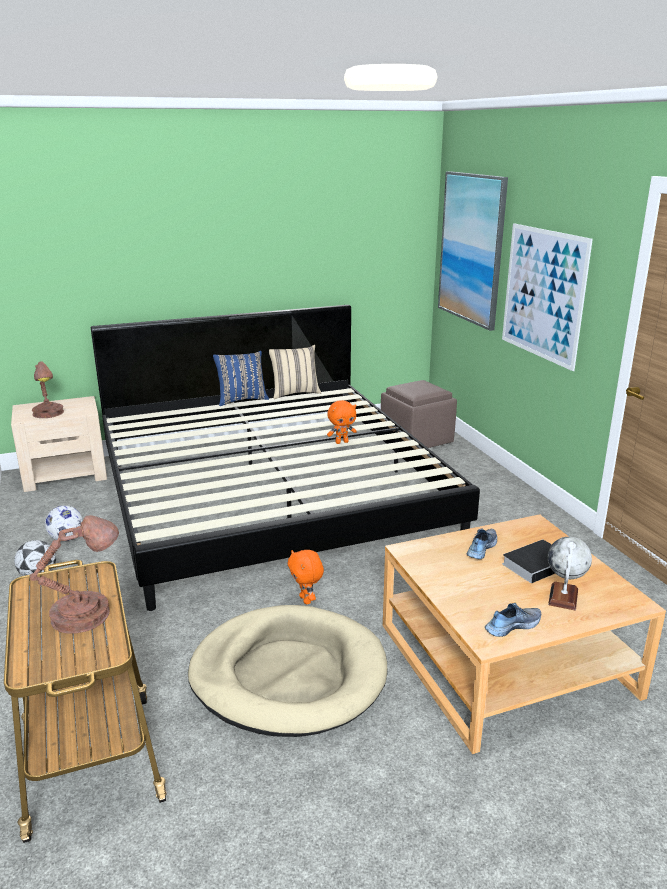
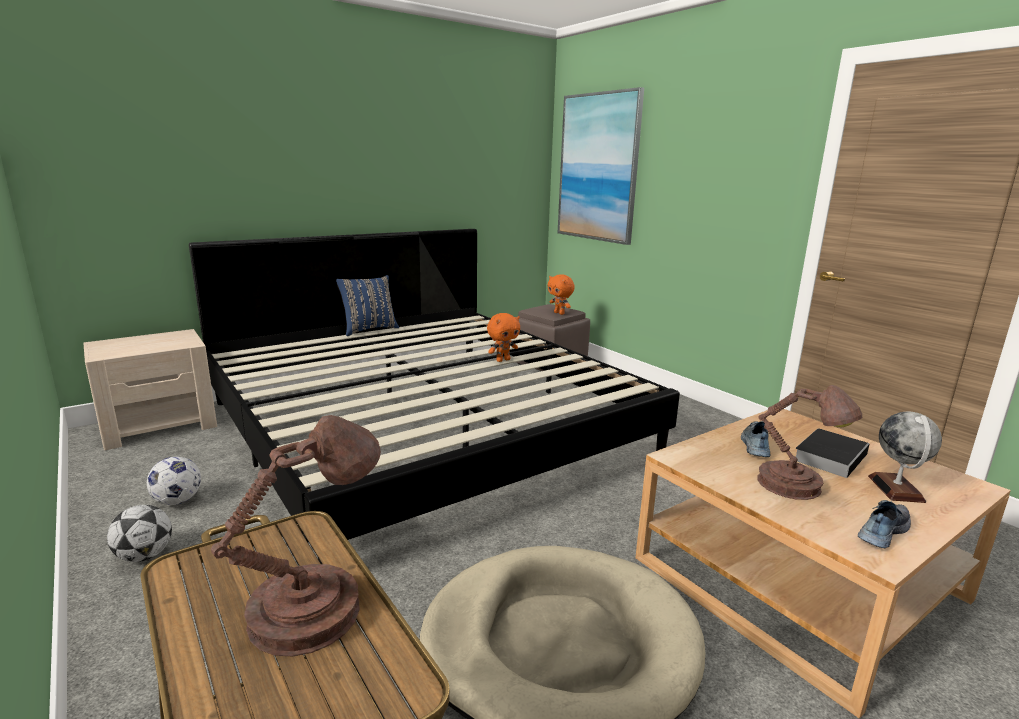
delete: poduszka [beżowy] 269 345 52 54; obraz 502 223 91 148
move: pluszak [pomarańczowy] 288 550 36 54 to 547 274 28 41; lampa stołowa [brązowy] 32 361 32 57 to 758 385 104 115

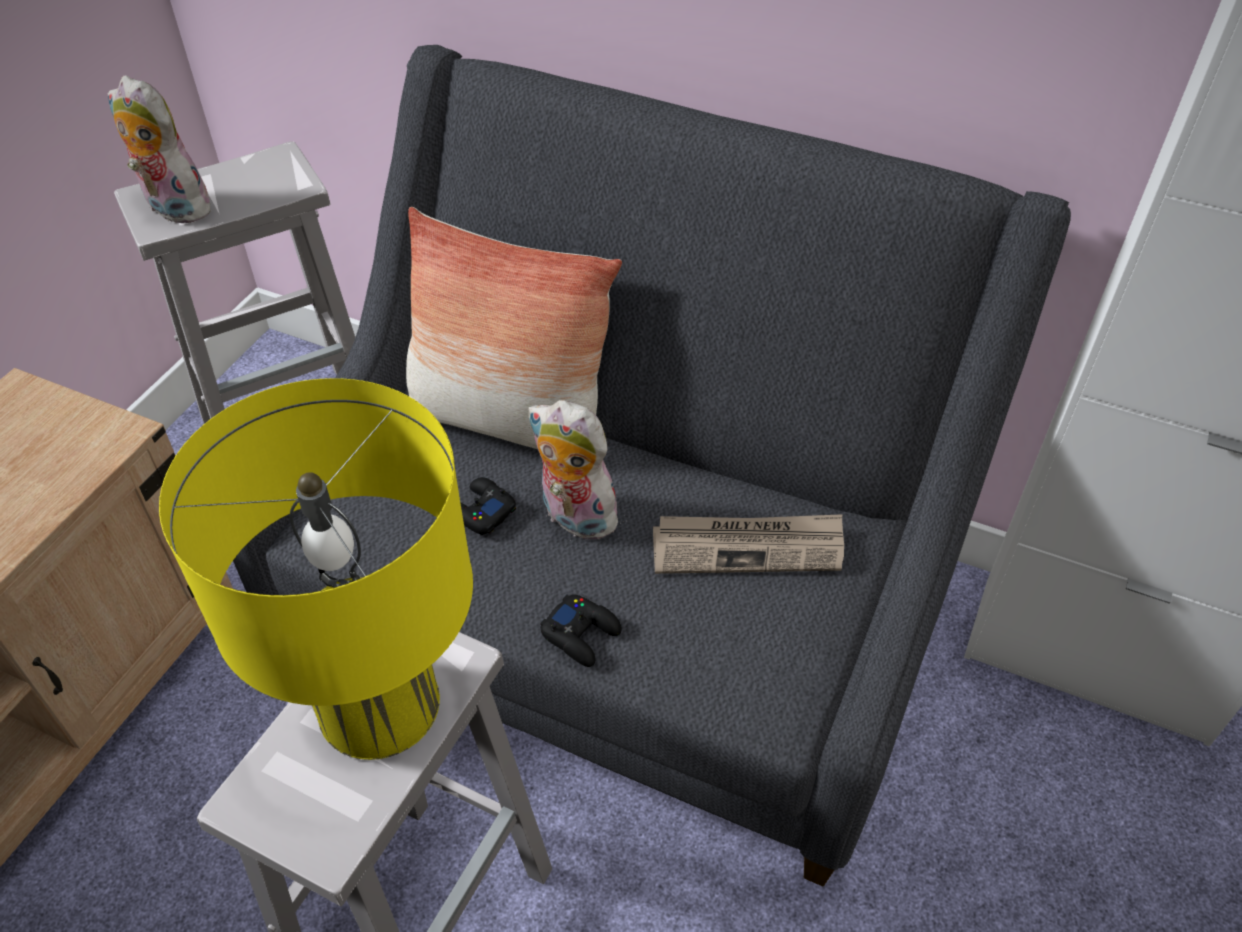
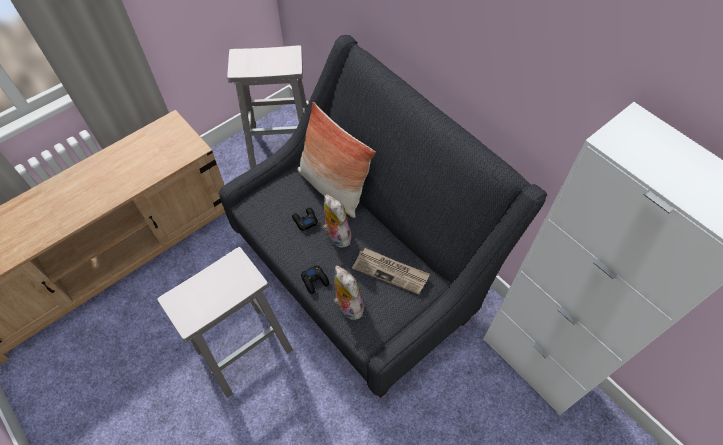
delete: lampa stołowa [żółty] 159 378 314 382
move: pluszak 108 76 104 147 to 334 266 30 54

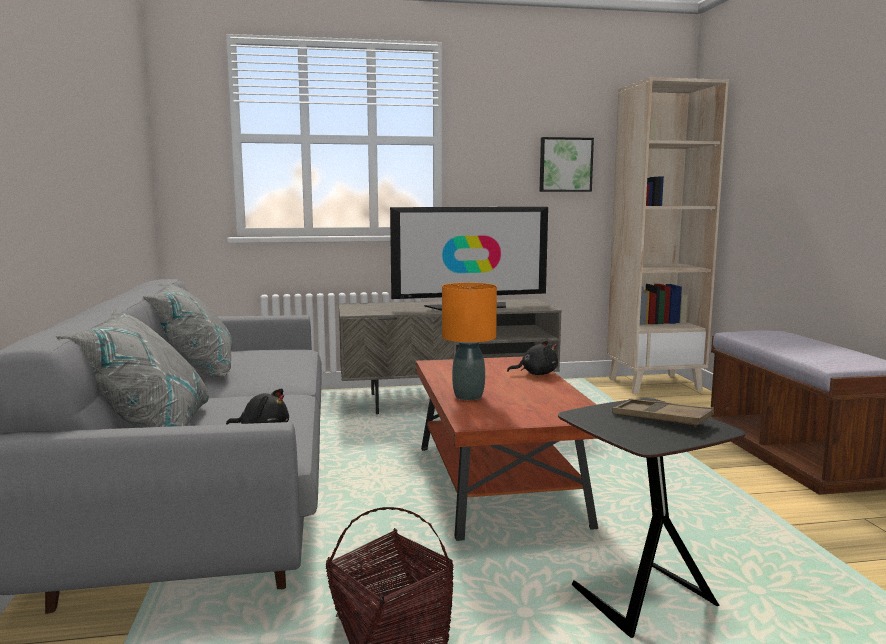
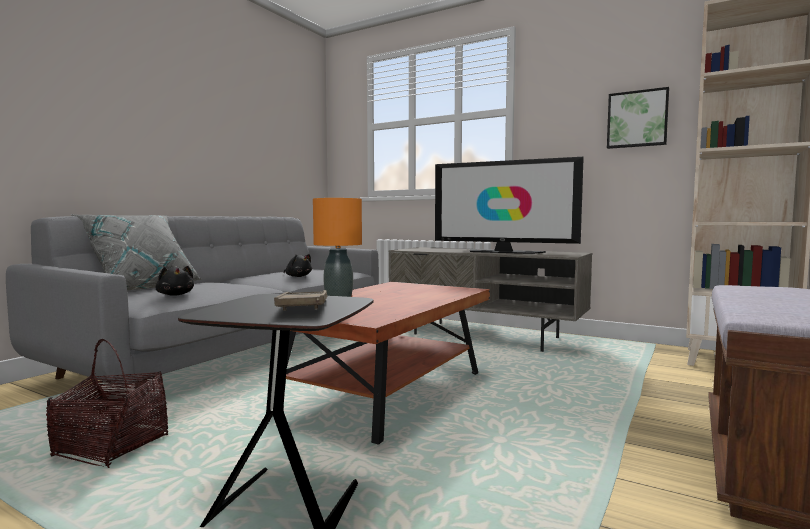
delete: poduszka [szary] 143 283 90 94
move: pluszak [czarny] 507 340 51 35 to 284 254 28 23

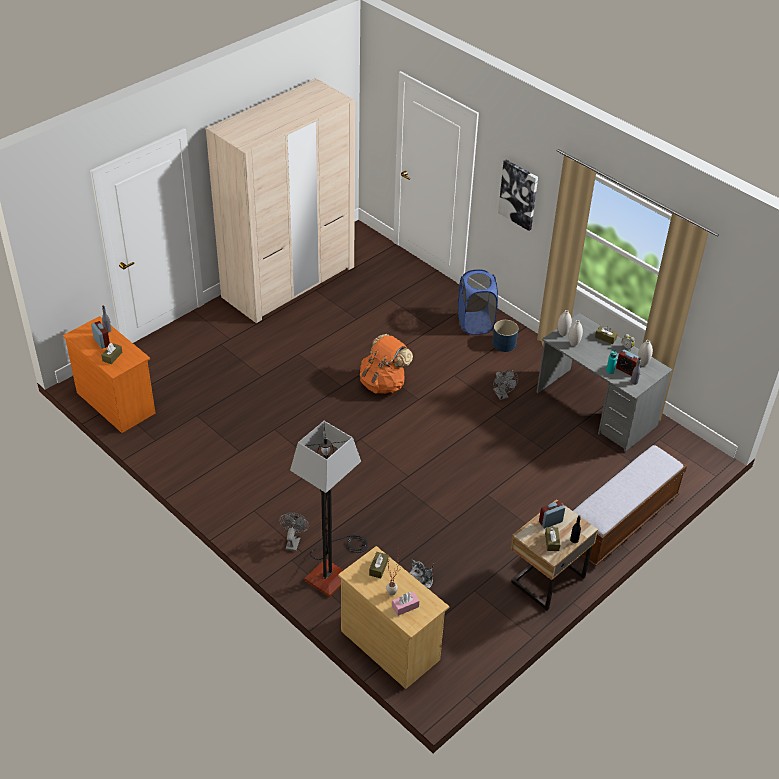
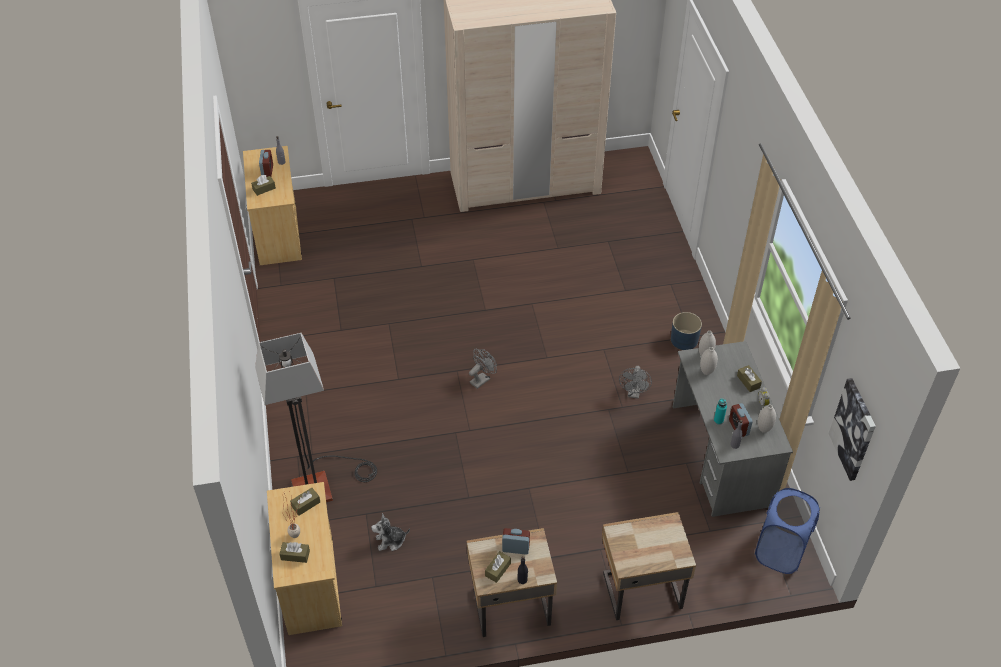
delete: plecak [pomarańczowy] 360 334 53 60
move: wentylator [szary] 279 513 31 39 to 469 349 28 40; kosz na pranie [niebieski] 458 269 40 66 to 755 488 65 86; obraz 498 160 40 71 to 828 378 48 103
replace: ławka 573 445 114 121 to szafka nocna [beżowy] 602 512 94 108
recolor: komoda [pomarańczowy] 63 316 92 117 to komoda [beżowy] 243 146 59 119; pudełko chusteczek [różowy] 392 592 27 24 to pudełko chusteczek [brązowy] 279 542 31 21

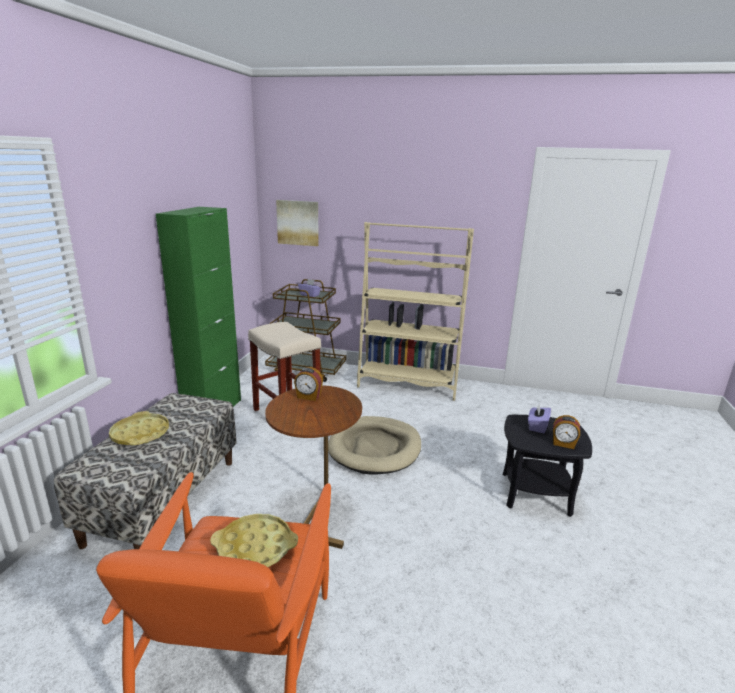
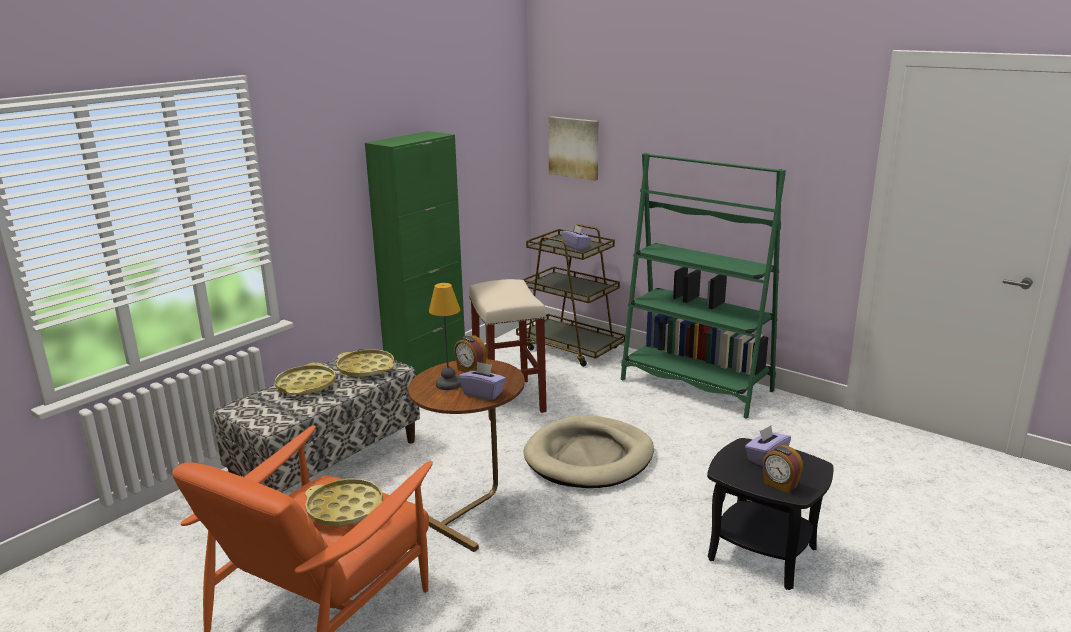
insert: taca [żółty] 336 349 58 29; lampa stołowa 429 283 32 107; pudełko chusteczek [fioletowy] 459 362 47 38
recolor: regał [beżowy] 357 222 117 179 to regał [zielony] 621 153 165 266

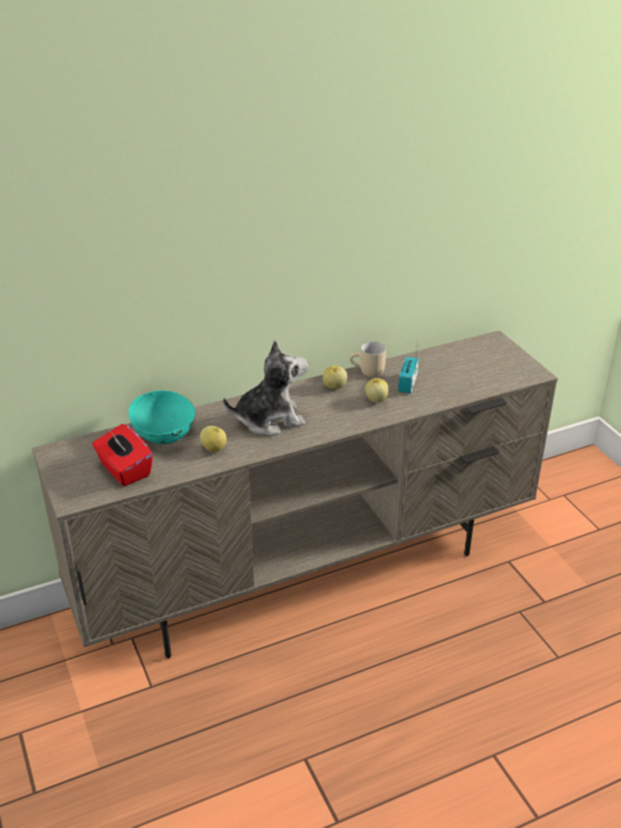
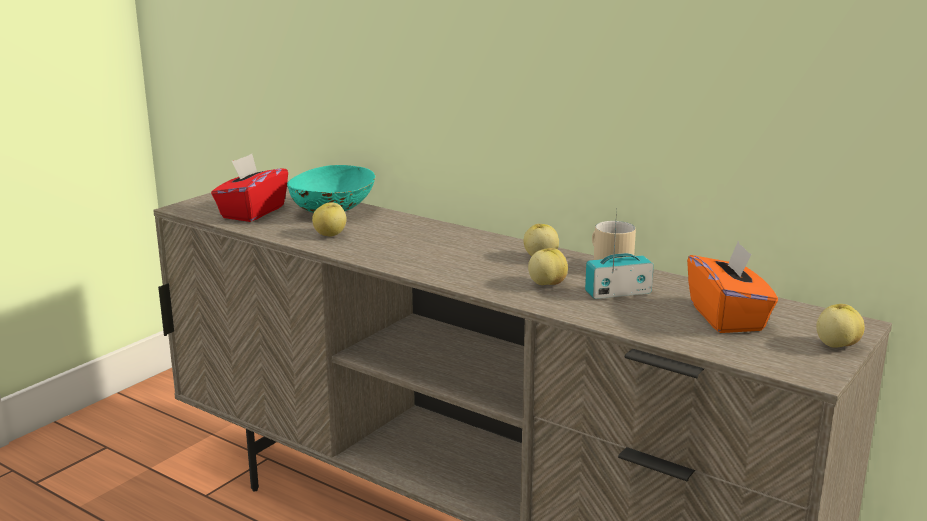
delete: pluszak 223 340 85 95
insert: pudełko chusteczek [pomarańczowy] 687 241 91 92; jabłko 816 304 49 44

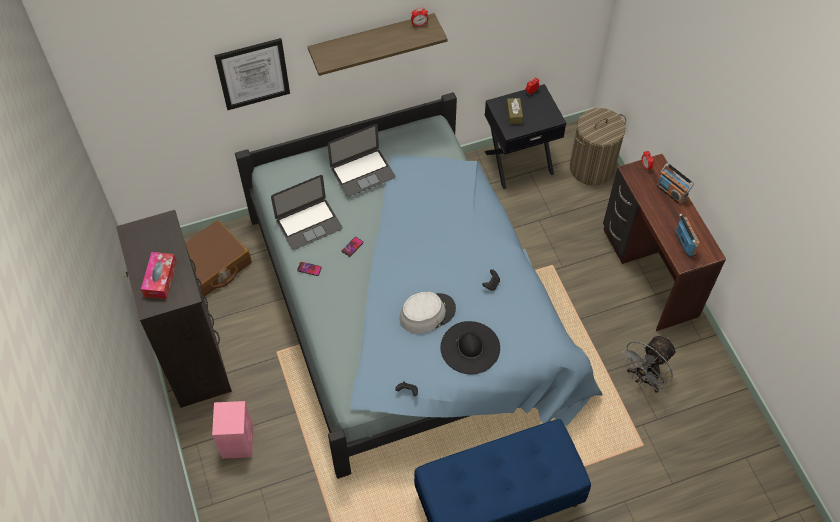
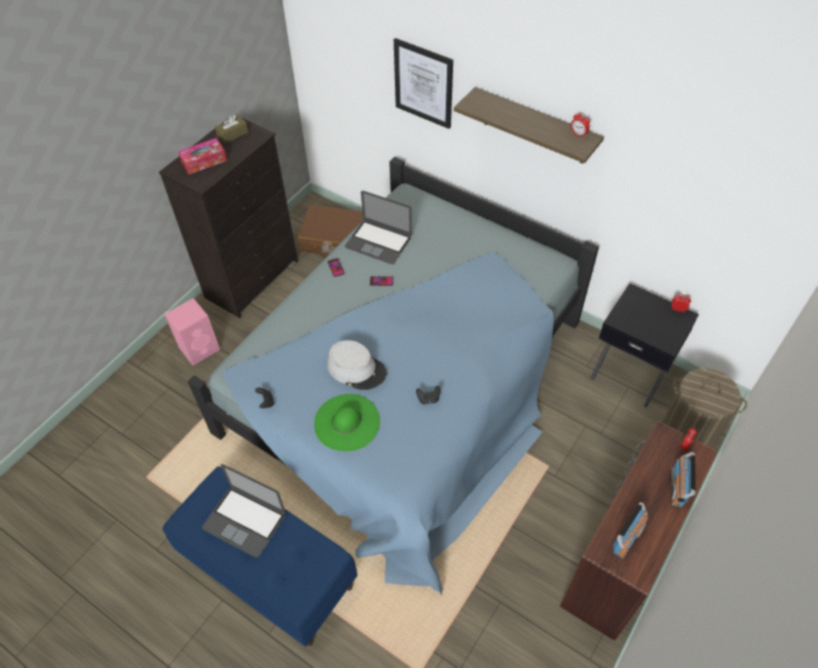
delete: wentylator [szary] 620 336 57 57
move: laptop 327 124 69 73 to 202 464 84 94; pudełko chusteczek [brązowy] 506 98 17 27 to 215 115 33 28
recolor: kapelusz [czarny] 440 321 60 54 to kapelusz [zielony] 314 394 66 57

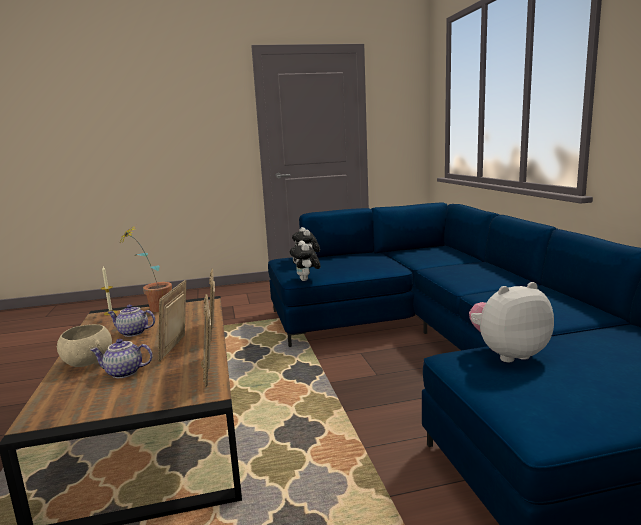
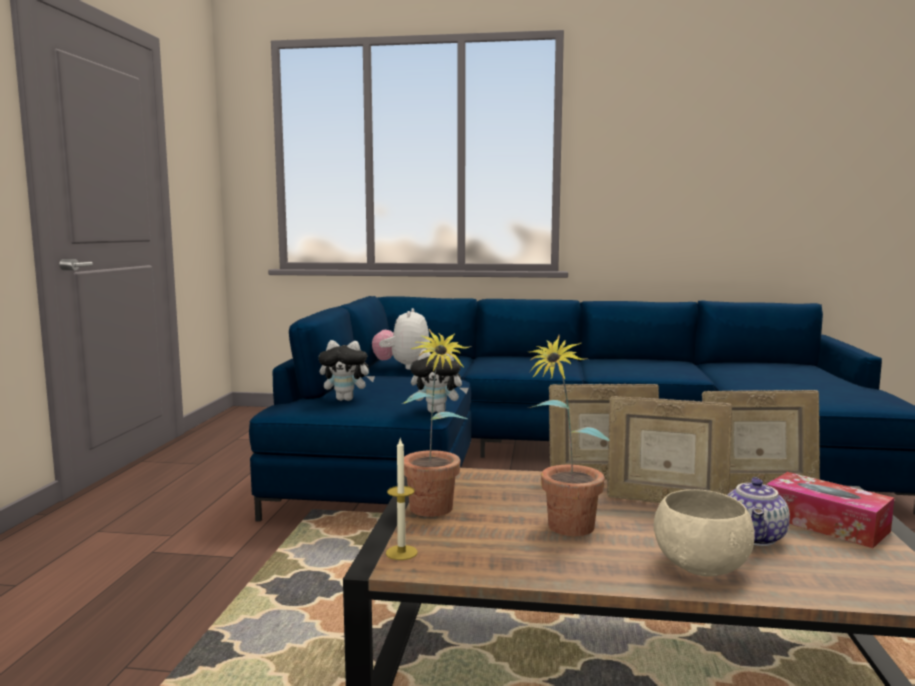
insert: pudełko chusteczek 766 472 128 76
move: pluszak 469 282 85 80 to 372 308 58 62
replace: imbryk 107 305 48 32 to roślina doniczkowa 527 335 83 201

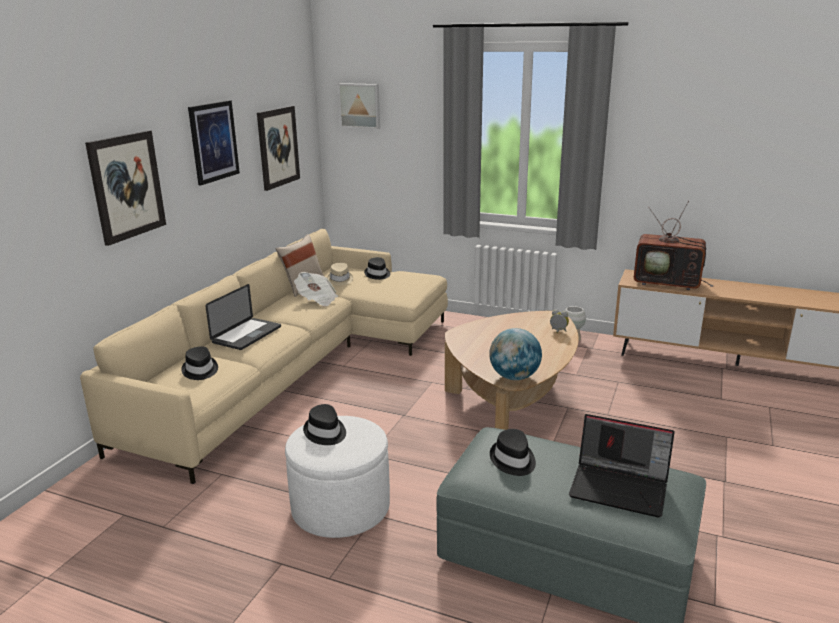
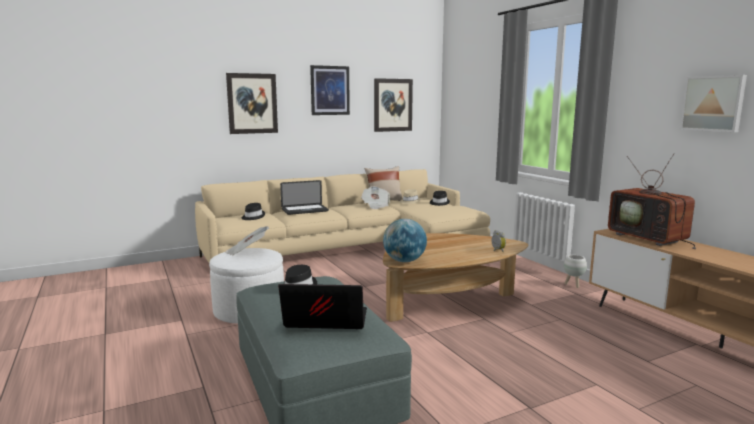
move: obraz 338 83 42 46 to 680 75 67 57
replace: kapelusz [czarny] 303 404 43 41 to gazeta 225 226 44 30
rotate: laptop 569 414 106 104 = 278 284 89 45 120 degrees clockwise

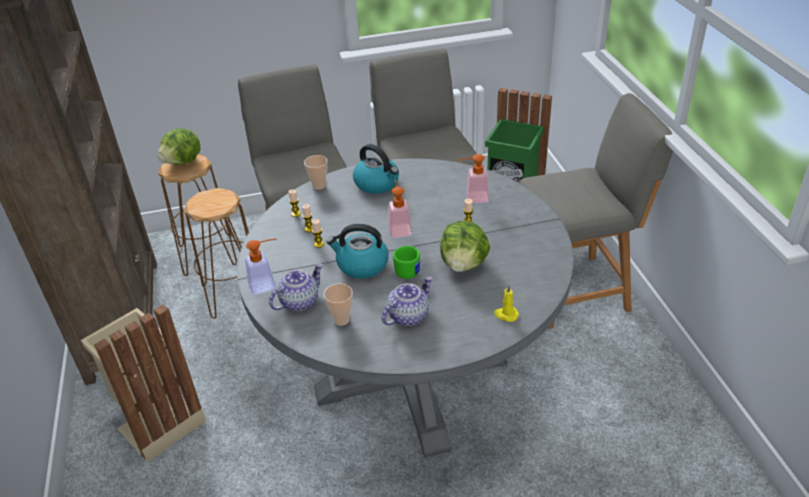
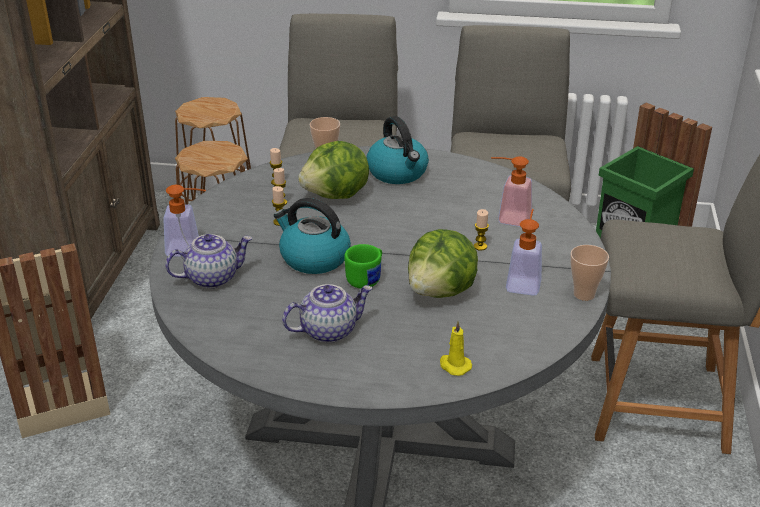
move: sałata 157 128 44 37 to 298 141 71 58; dozownik mydła 388 179 25 59 to 506 209 36 87; filiżanka 324 284 29 42 to 570 245 39 56

